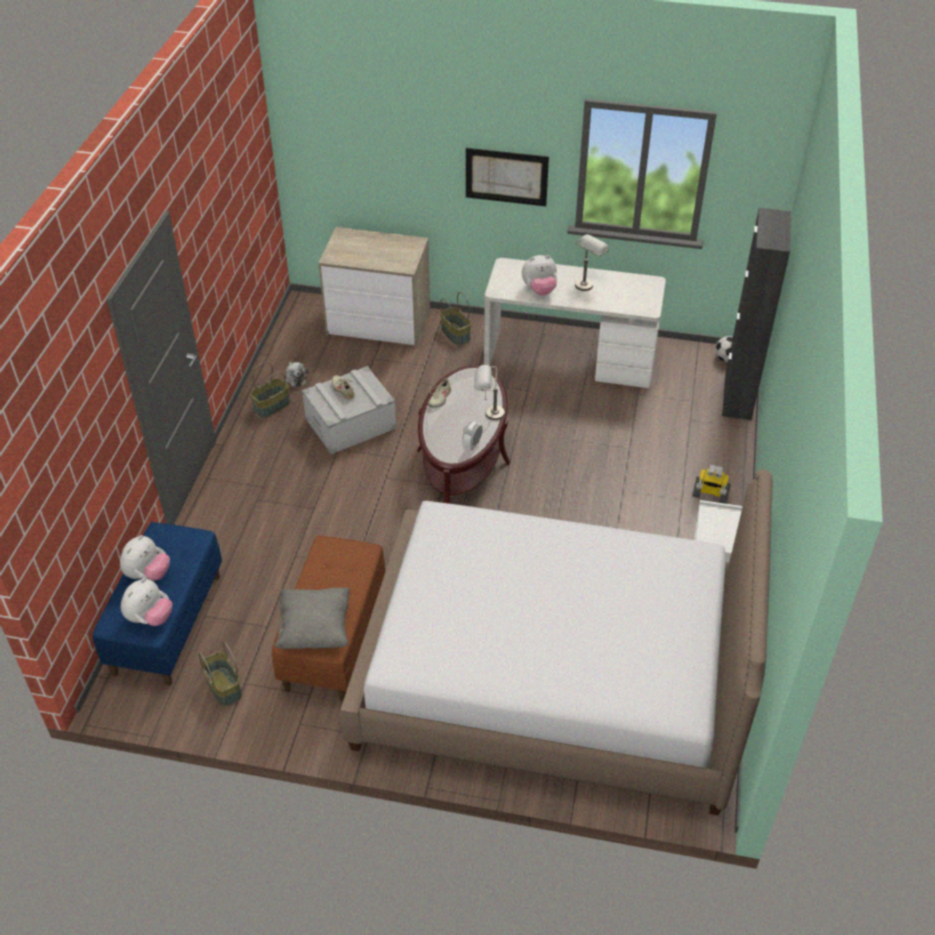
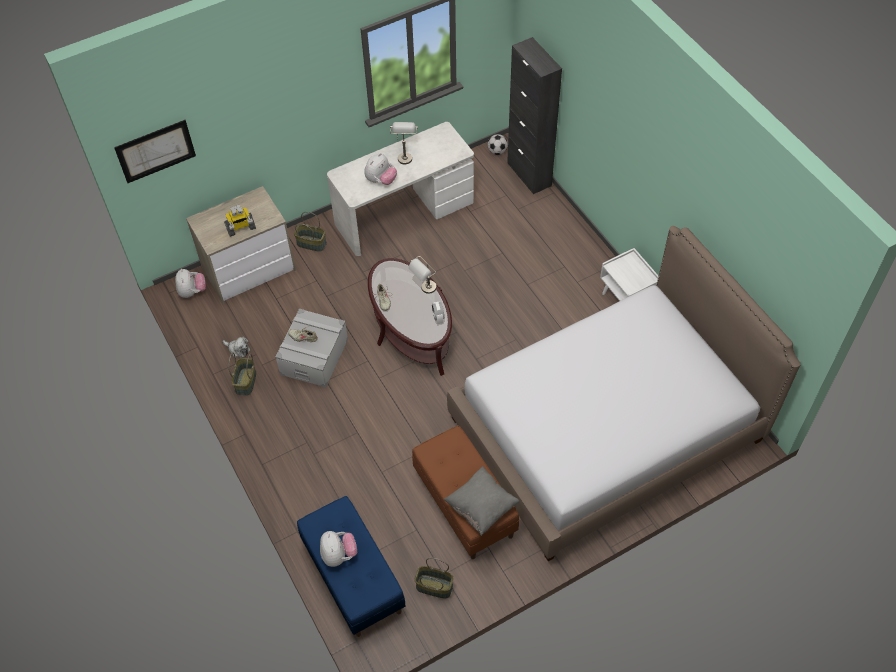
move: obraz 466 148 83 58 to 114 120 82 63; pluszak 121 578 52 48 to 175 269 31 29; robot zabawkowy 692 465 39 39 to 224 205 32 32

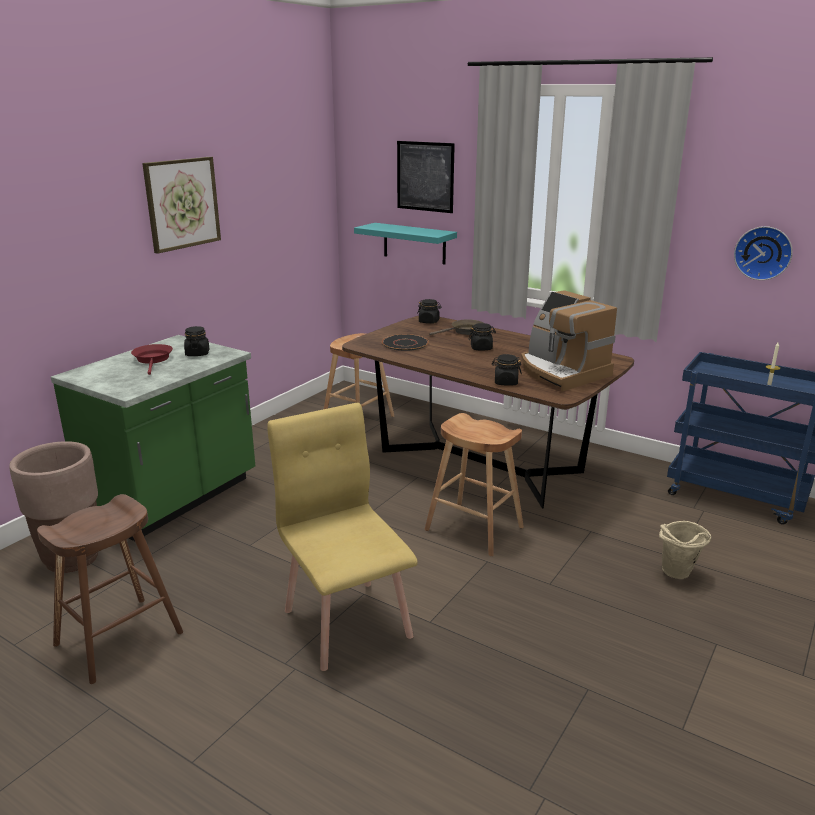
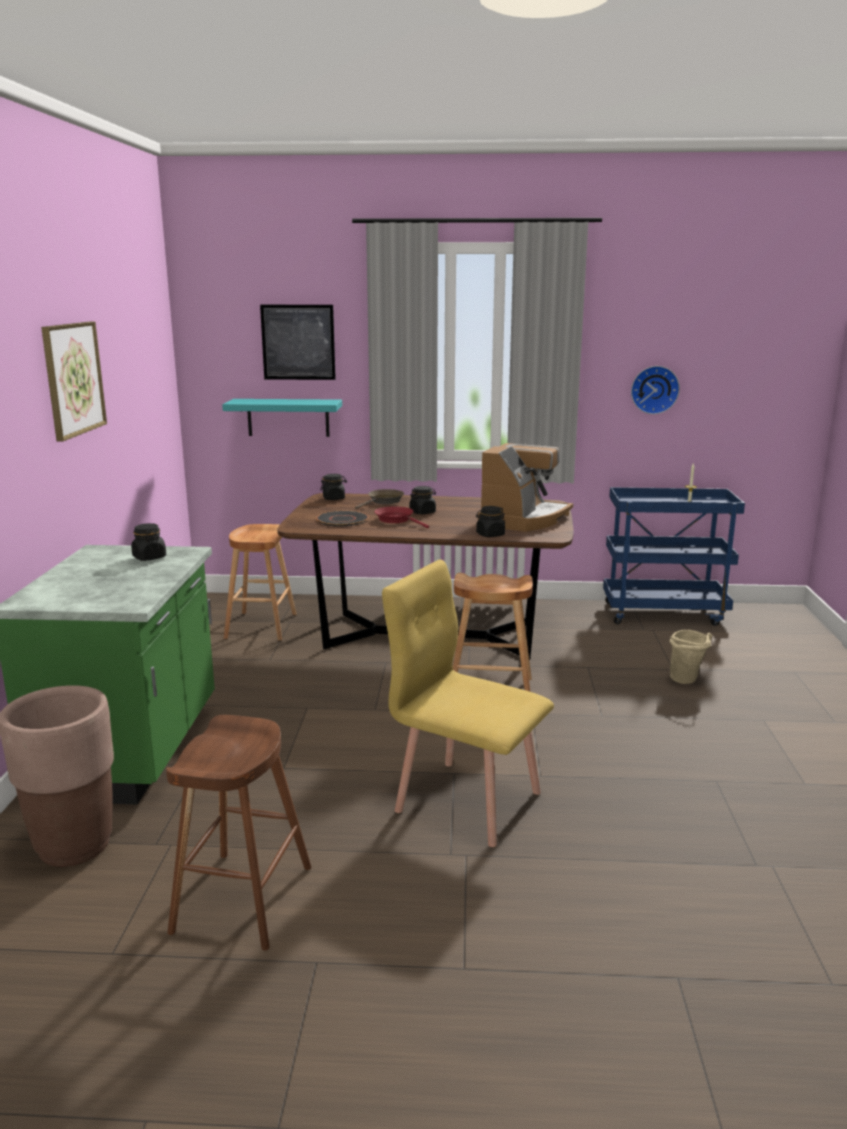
move: patelnia [czerwony] 131 344 42 31 to 375 507 54 21
rotate: ekspres do kawy 521 290 96 101 = 478 443 95 89 90 degrees counterclockwise

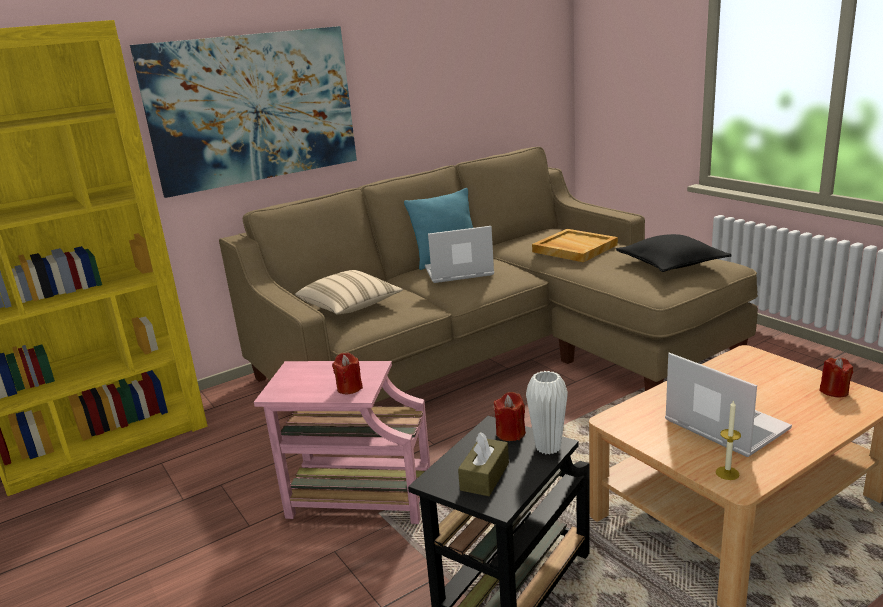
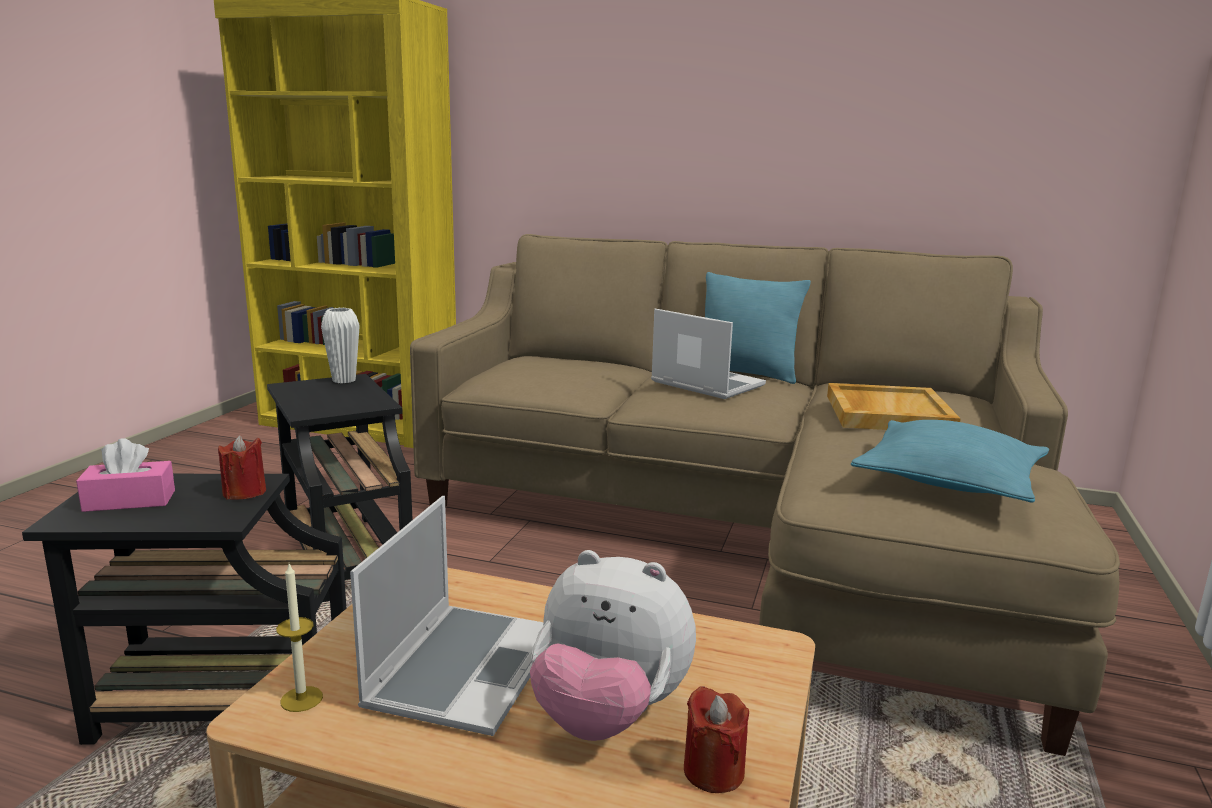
delete: obraz 130 26 227 172; poduszka [beżowy] 295 270 108 45; świeca [czerwony] 332 352 31 42
insert: pluszak 530 550 166 191
move: wazon [biały] 526 371 42 84 to 321 308 39 75
recolor: pudełko chusteczek [brązowy] 458 432 51 64 to pudełko chusteczek [różowy] 76 438 99 74; stolik [różowy] 254 361 176 163 to stolik [czarny] 267 374 146 228; poduszka [czarny] 616 234 116 38 to poduszka [turkusowy] 851 420 198 83

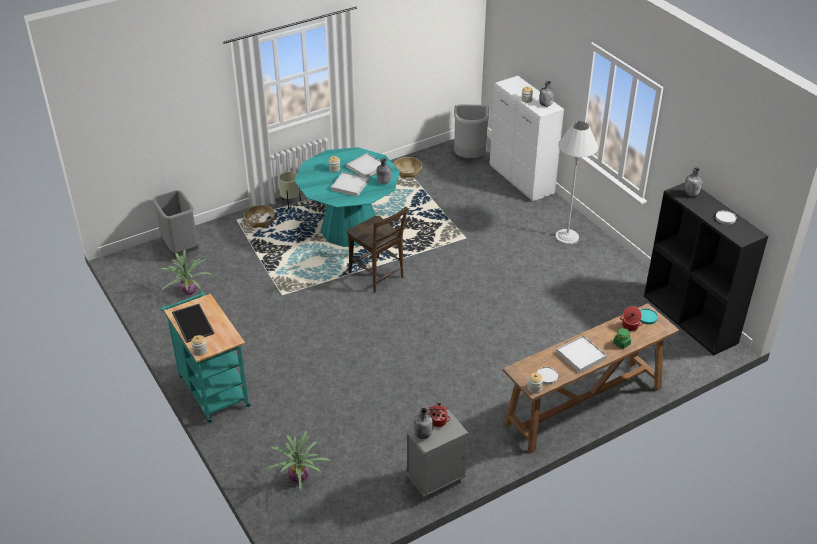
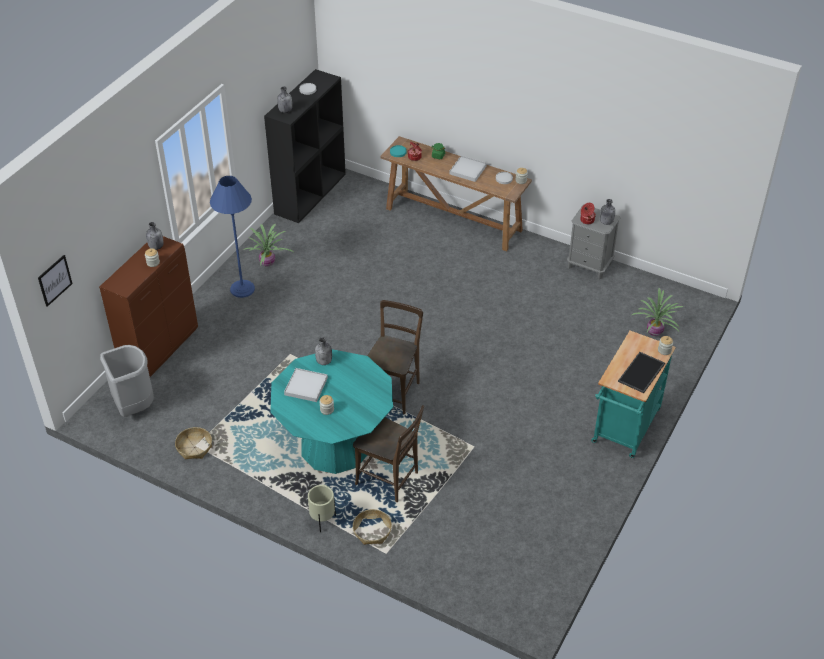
delete: kosz na śmieci [szary] 153 190 45 66; taca [biały] 331 172 38 25
insert: obraz 38 255 34 52; krzesło [brązowy] 353 405 71 97
move: roślina doniczkowa 161 250 51 45 to 243 224 52 43
recolor: szafka [biały] 490 76 74 125 to szafka [brązowy] 99 236 99 141; lampa stojąca [biały] 555 121 43 124 to lampa stojąca [niebieski] 210 176 45 122

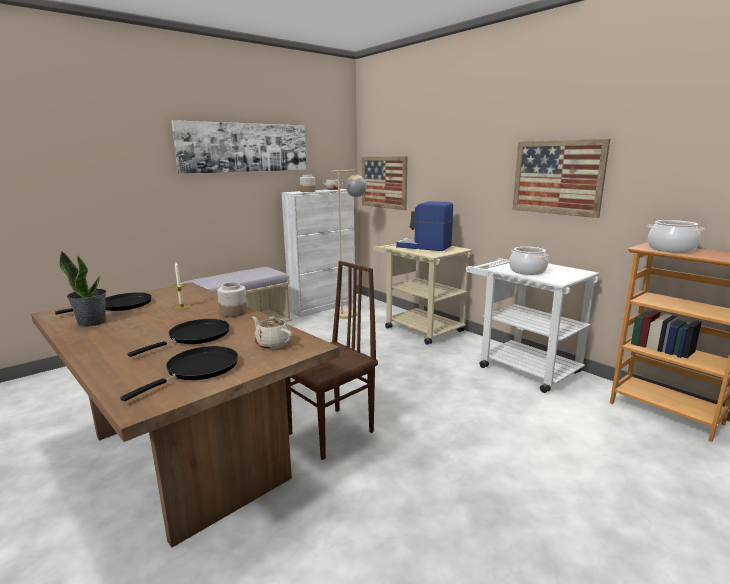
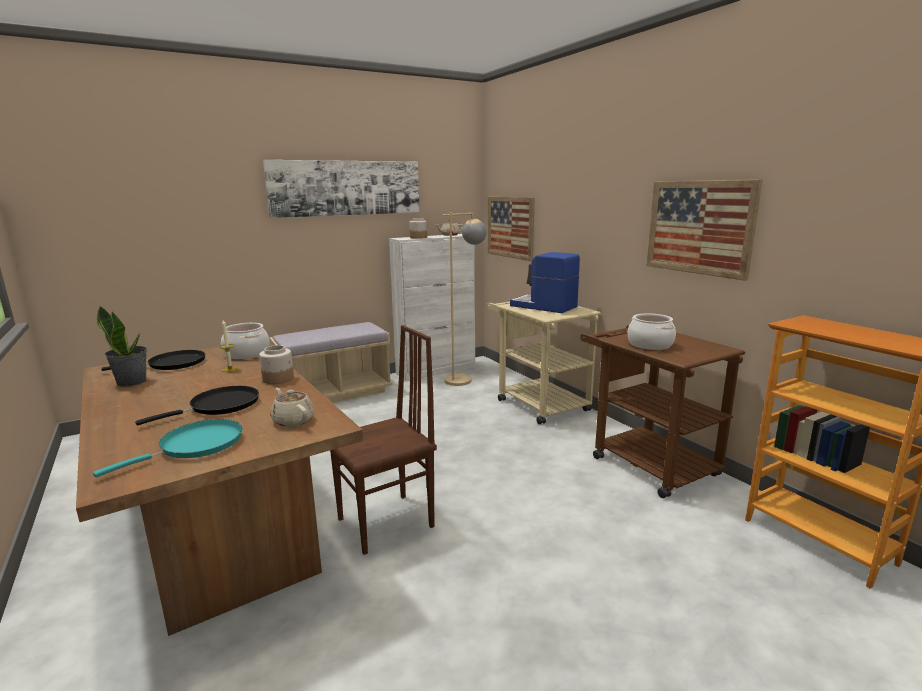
move: garnek 647 220 58 33 to 221 323 49 36
recolor: patelnia [czarny] 121 346 117 56 to patelnia [turkusowy] 93 419 149 58; wózek [biały] 466 258 133 135 to wózek [brązowy] 580 325 165 173

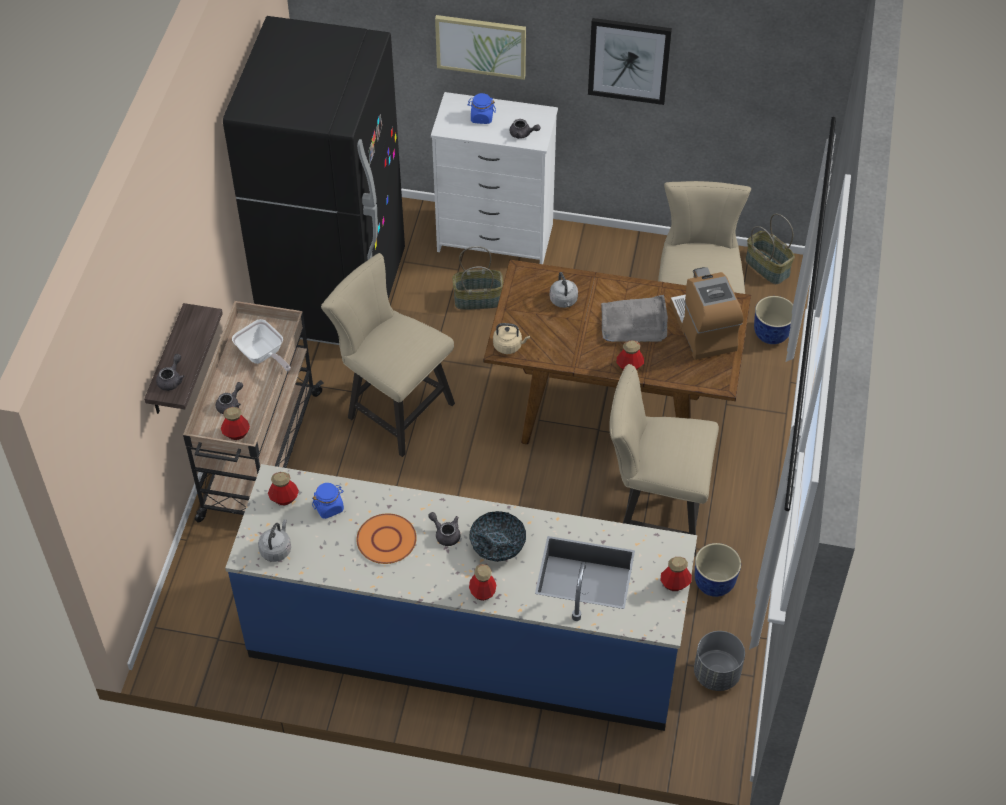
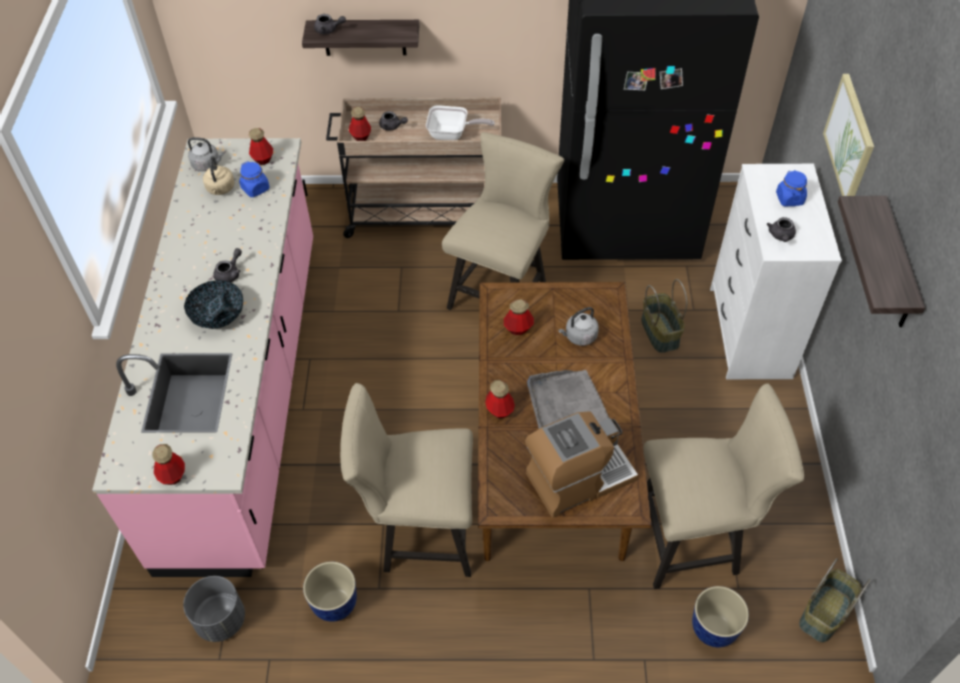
delete: talerz [pomarańczowy] 357 513 60 51
move: czajnik [beżowy] 493 323 37 31 to 203 156 32 39; butelka 469 564 27 37 to 504 299 30 36
replace: obraz 588 18 84 87 to półka 838 196 87 131
recolor: zabudowa kuchenna [niebieski] 225 464 472 267 to zabudowa kuchenna [różowy] 92 138 221 439
rotate: krzesło [beżowy] 609 364 110 192 = 340 383 133 194 90 degrees counterclockwise; patelnia 232 319 59 52 = 426 105 69 35 120 degrees counterclockwise

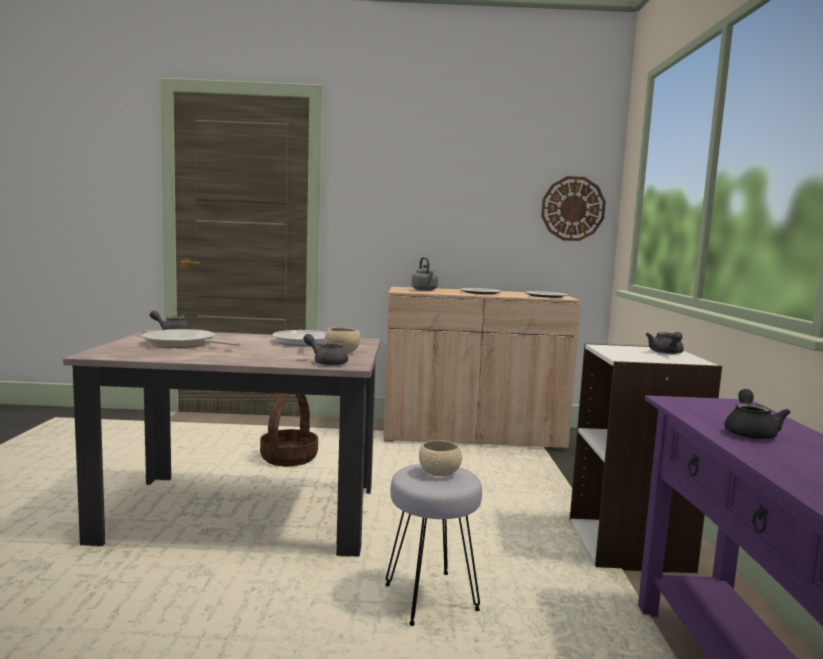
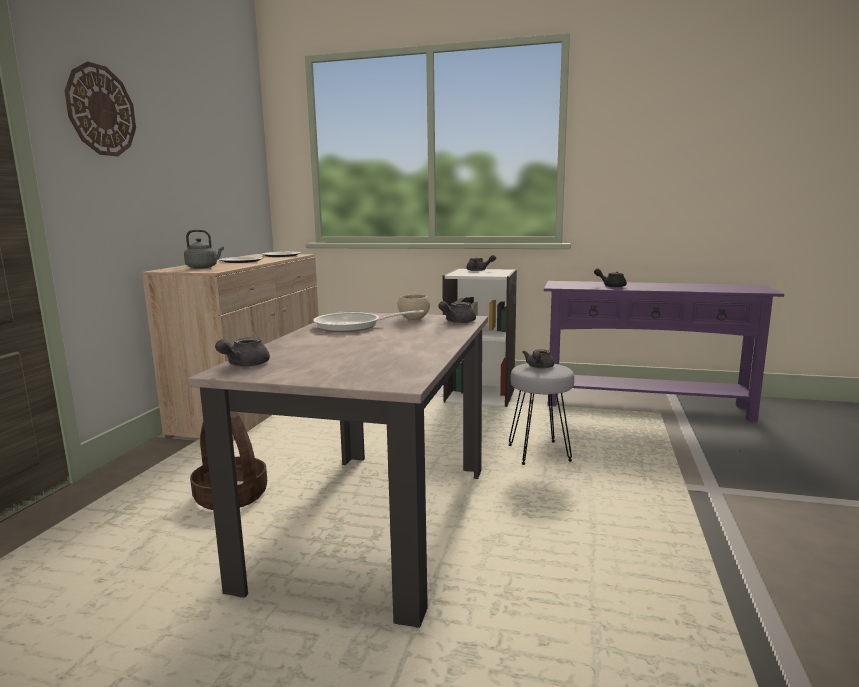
delete: patelnia 142 329 99 19
move: zegar ścienny 541 176 65 65 to 64 61 72 95
replace: miska [beżowy] 419 440 43 36 to imbryk [szary] 522 349 32 20

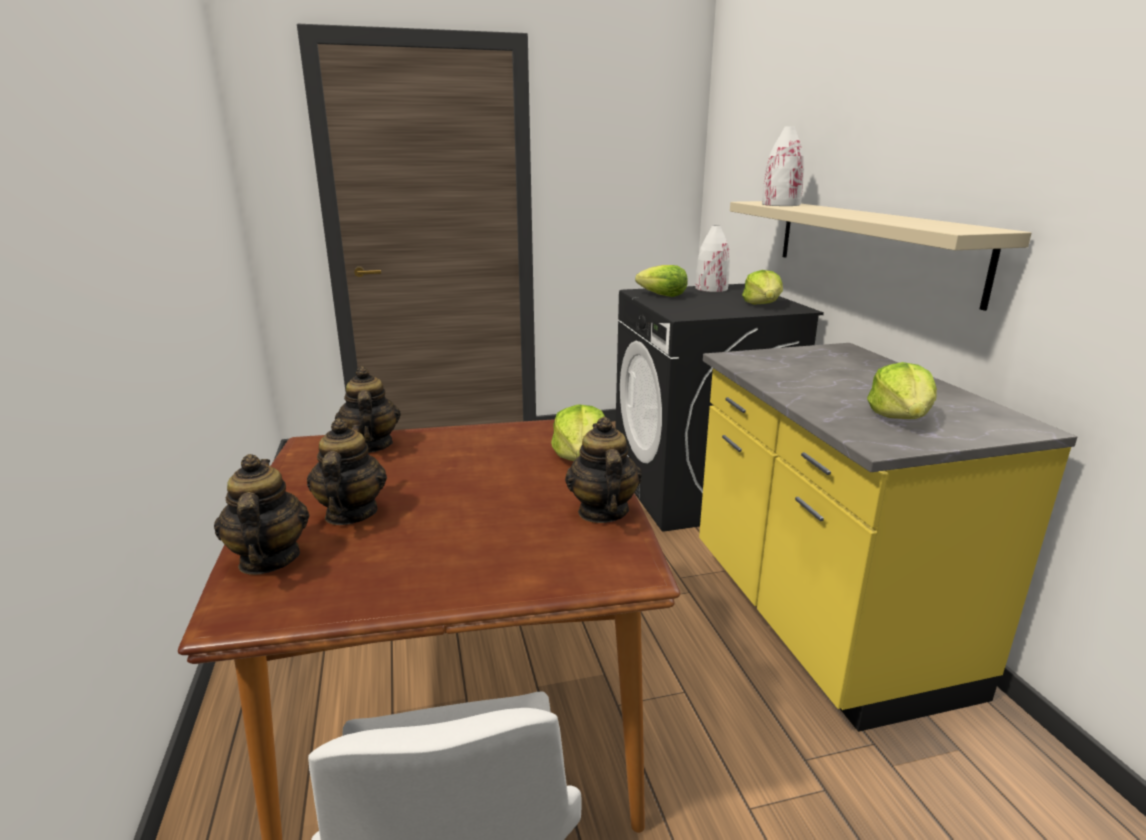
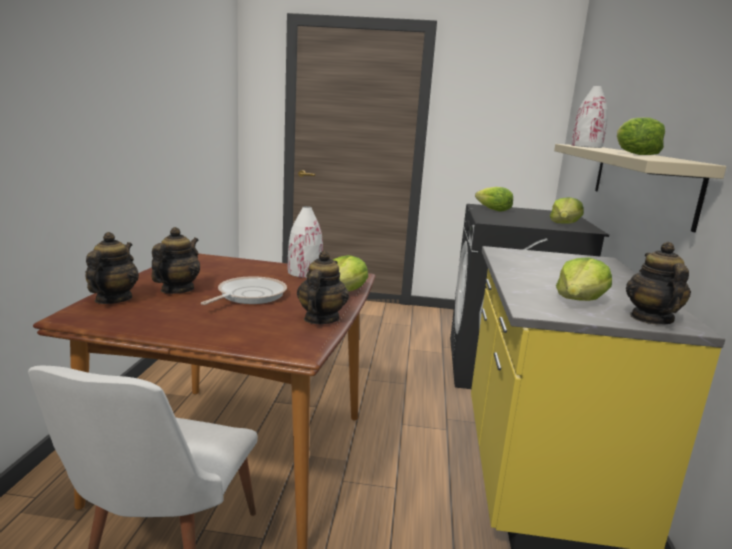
insert: patelnia 201 276 86 29; sałata 617 117 48 38
move: wazon [biały] 696 225 34 67 to 288 206 35 72; imbryk 335 366 66 87 to 626 242 65 83

